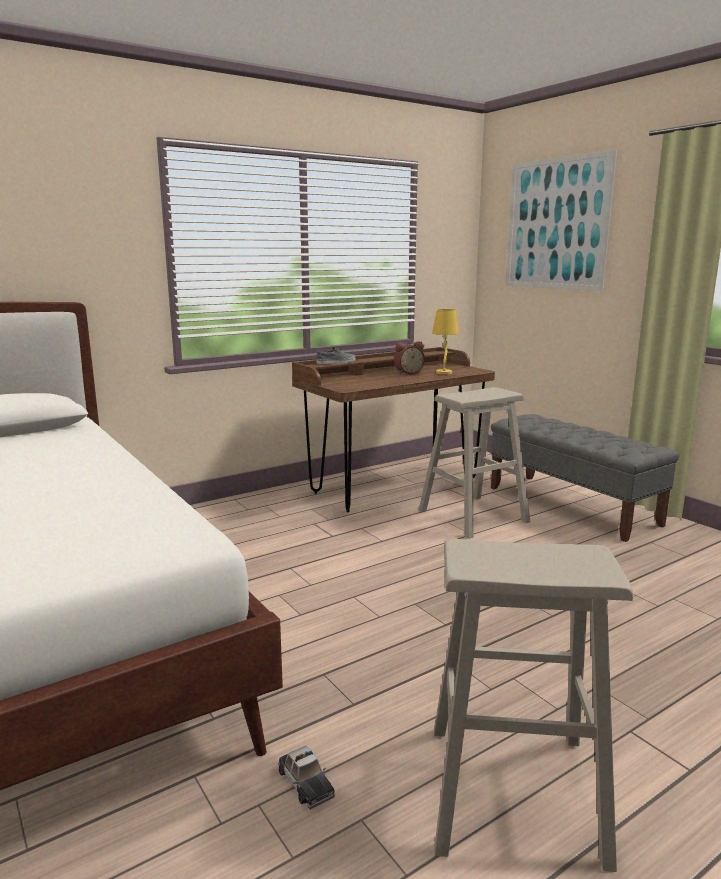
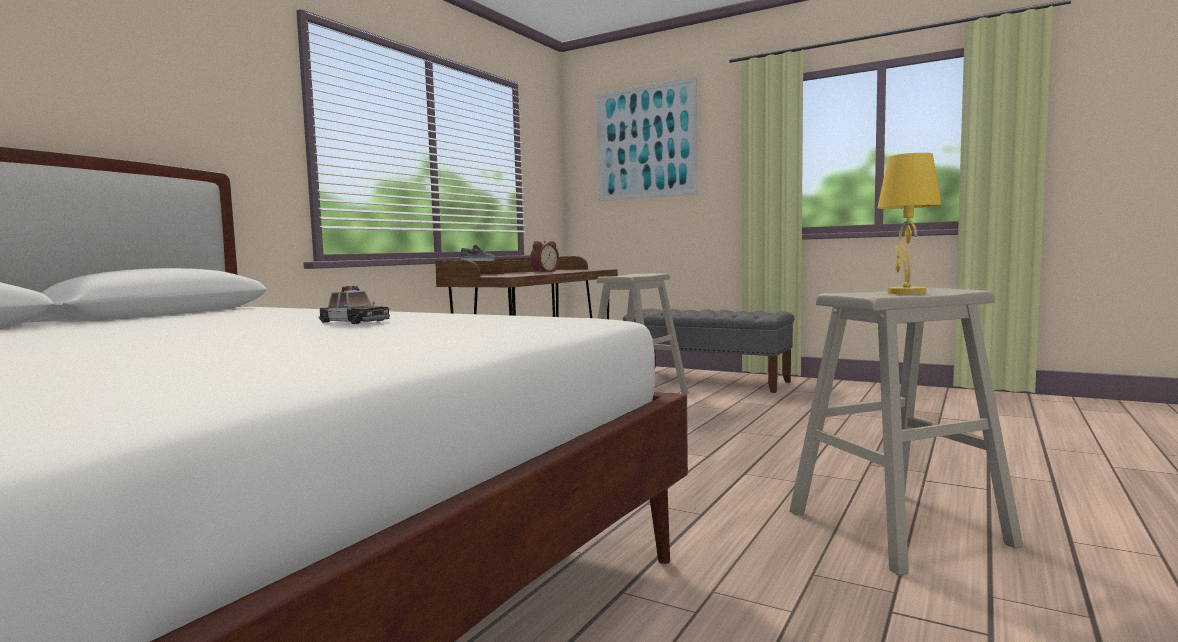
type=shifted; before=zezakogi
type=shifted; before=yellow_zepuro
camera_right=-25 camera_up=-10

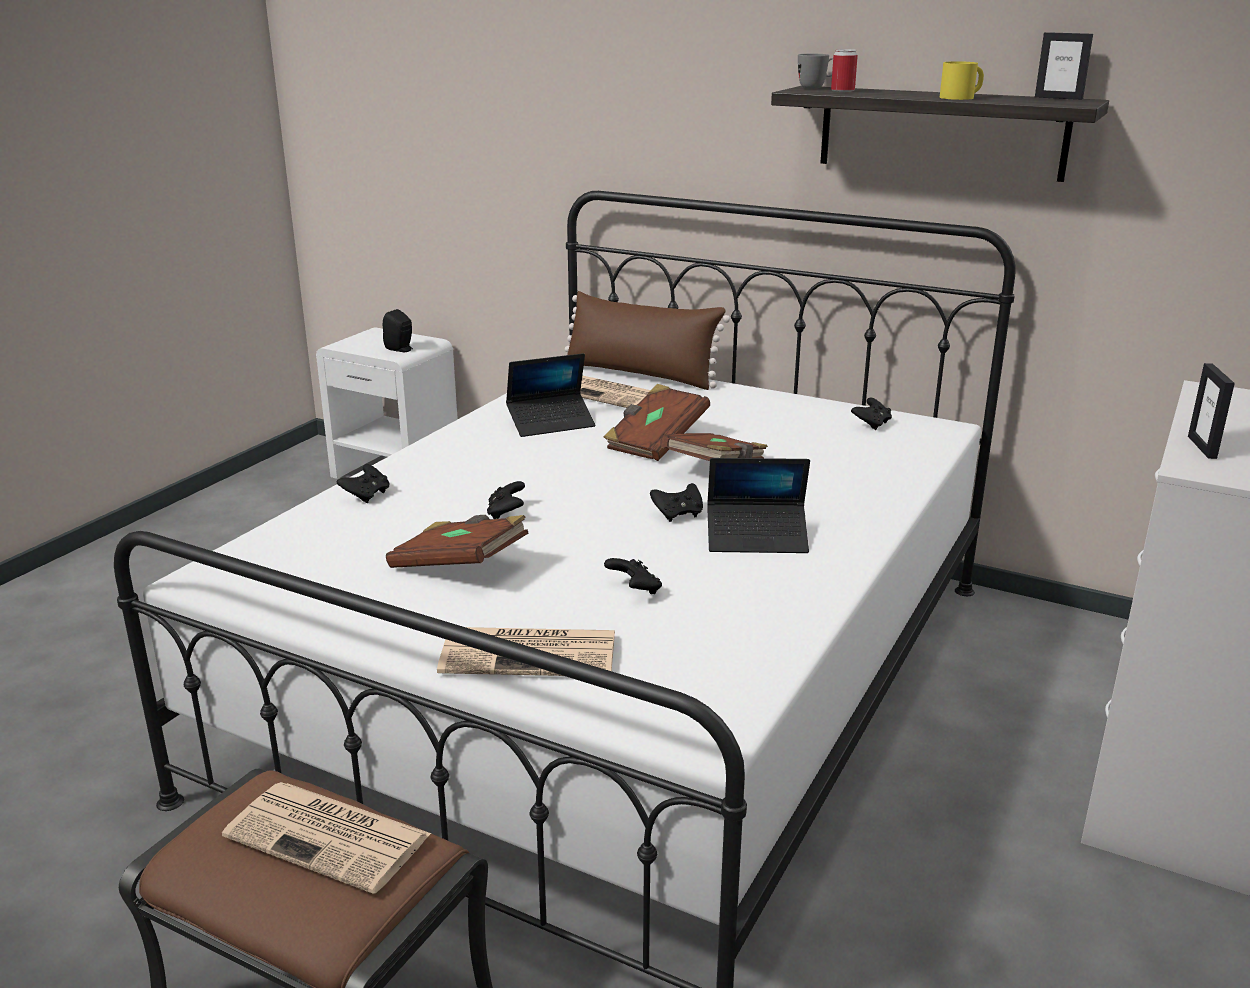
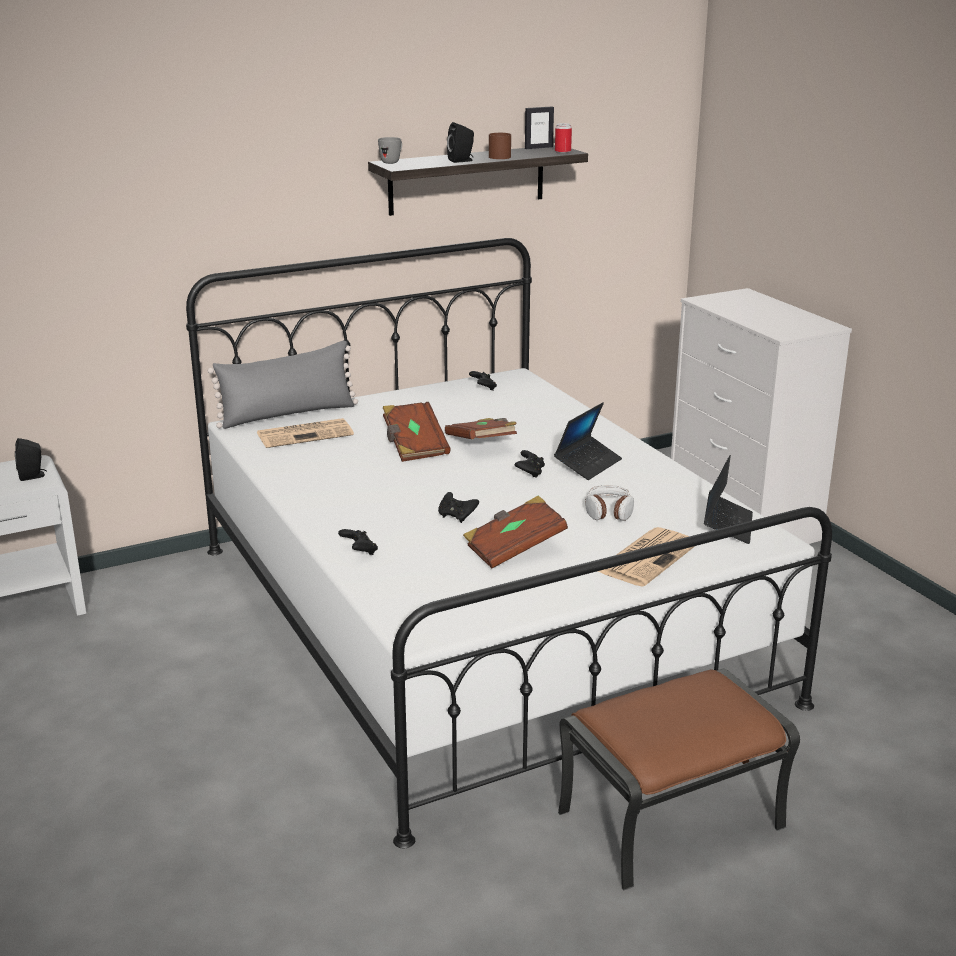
type=repainted; before=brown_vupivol; after=grey_vupivol
type=new; after=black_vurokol (no. 2 from left)
type=repainted; before=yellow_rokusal; after=brown_rokusal
type=shifted; before=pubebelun
type=swapped; before=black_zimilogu (no. 3 from left); after=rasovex
type=shifted; before=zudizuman (no. 1 from left in the first image); after=zudizuman (no. 2 from left)
type=gone; before=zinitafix (no. 1 from left)
type=gone; before=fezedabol (no. 2 from left)
camera_right=-55 camera_up=0

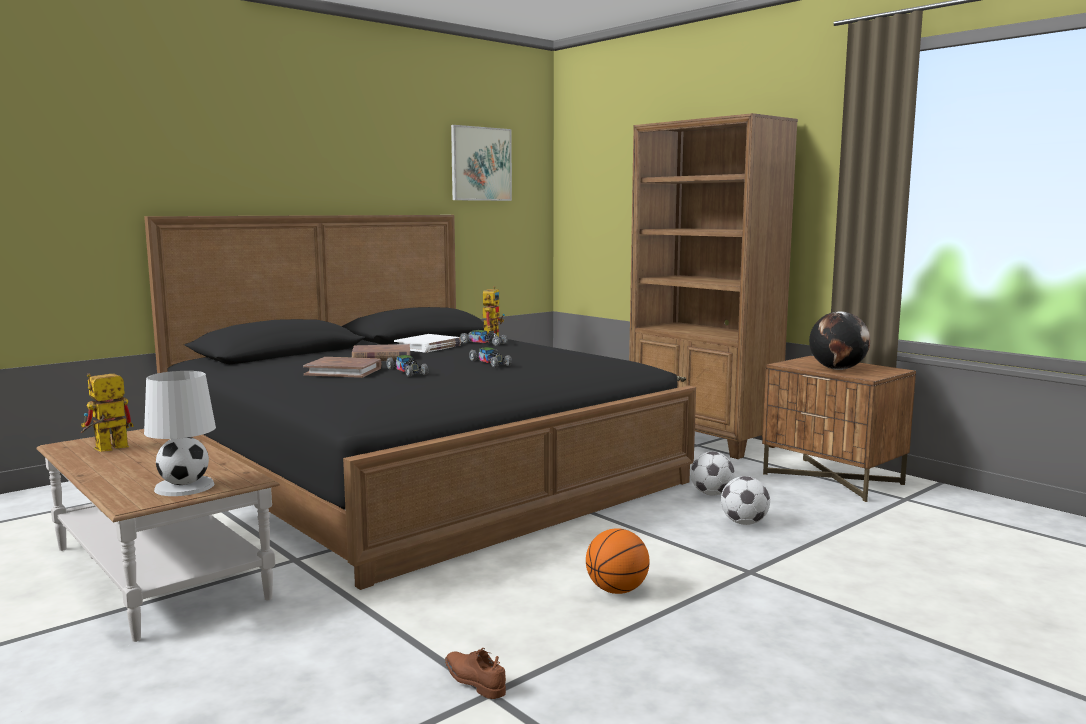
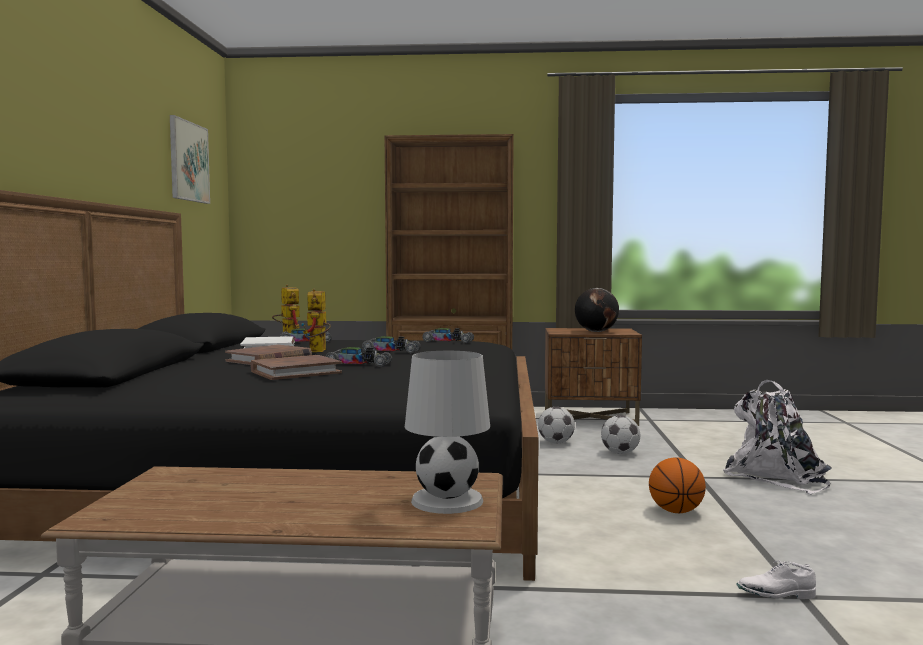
type=shifted; before=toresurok (no. 1 from left in the first image); after=toresurok (no. 2 from left)
type=new; after=zezakogi (no. 4 from left)
type=new; after=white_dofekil
type=repainted; before=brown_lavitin; after=white_lavitin
camera_right=-45 camera_up=-5

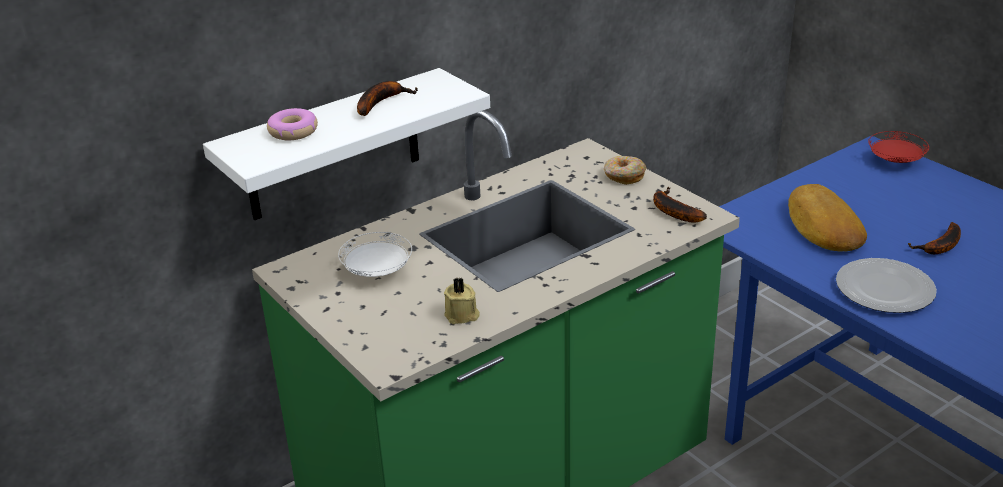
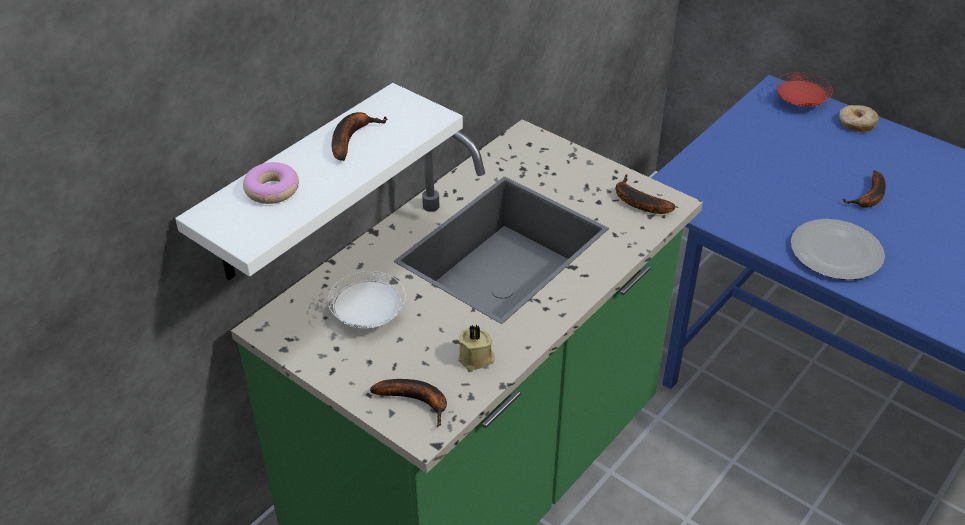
type=new; after=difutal (no. 2 from left)
type=shifted; before=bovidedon (no. 2 from left)
type=gone; before=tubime
camera_right=-15 camera_up=10

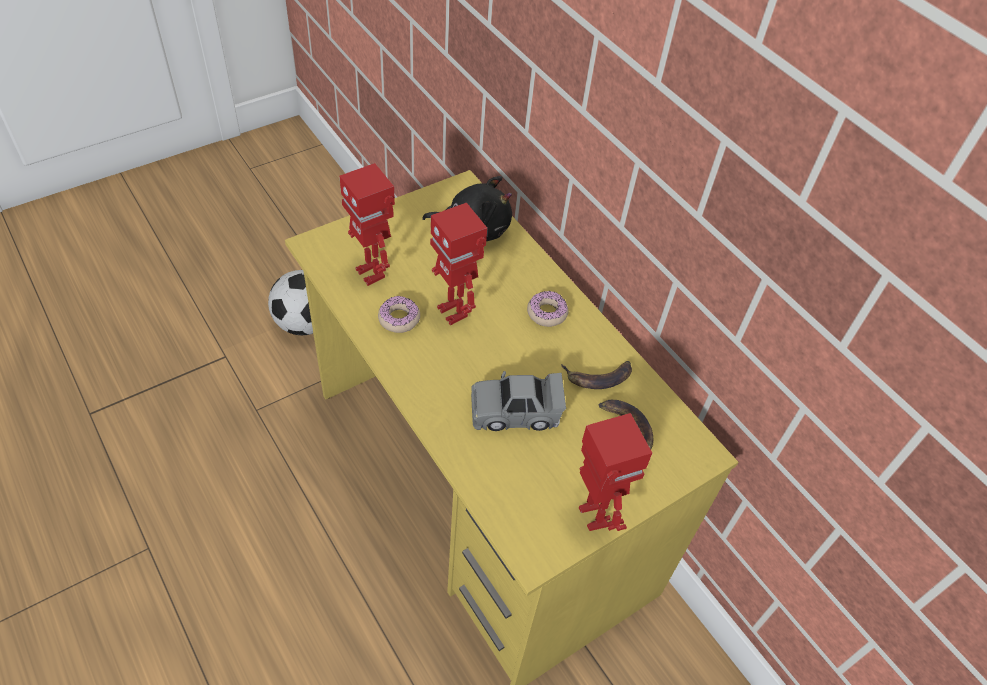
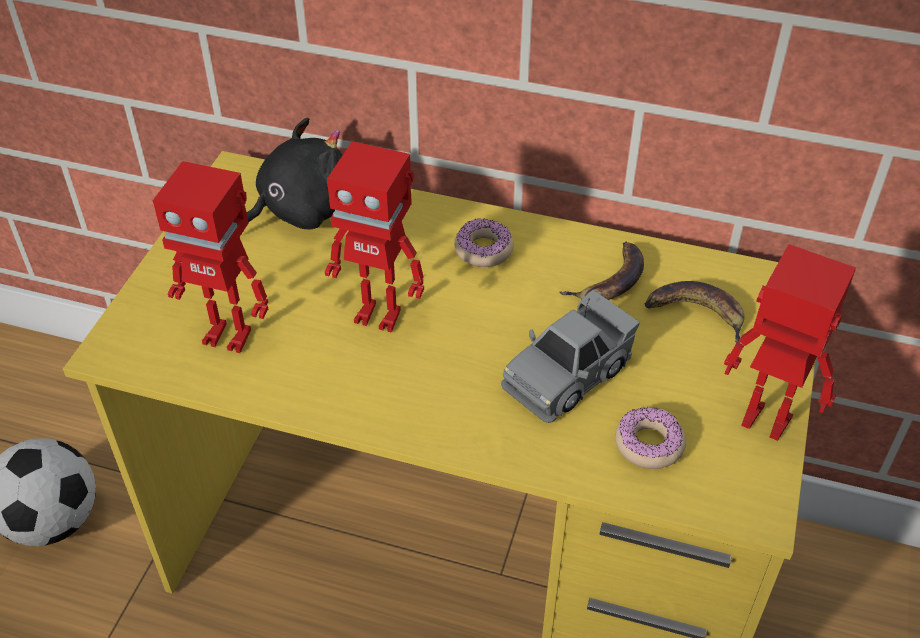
type=shifted; before=bovidedon (no. 1 from left in the first image); after=bovidedon (no. 2 from left)
camera_right=-35 camera_up=-5

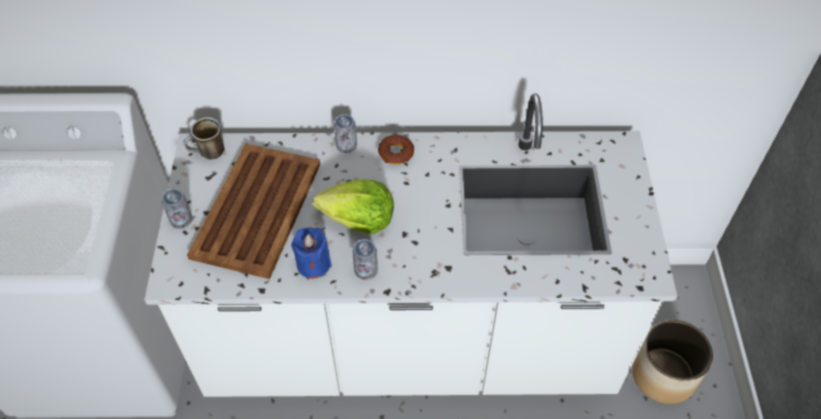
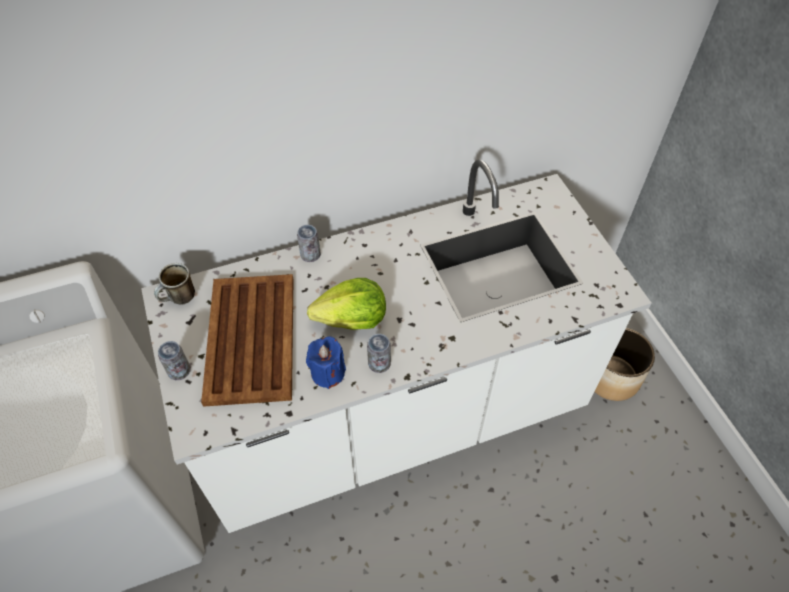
type=gone; before=bovidedon
camera_right=-20 camera_up=0

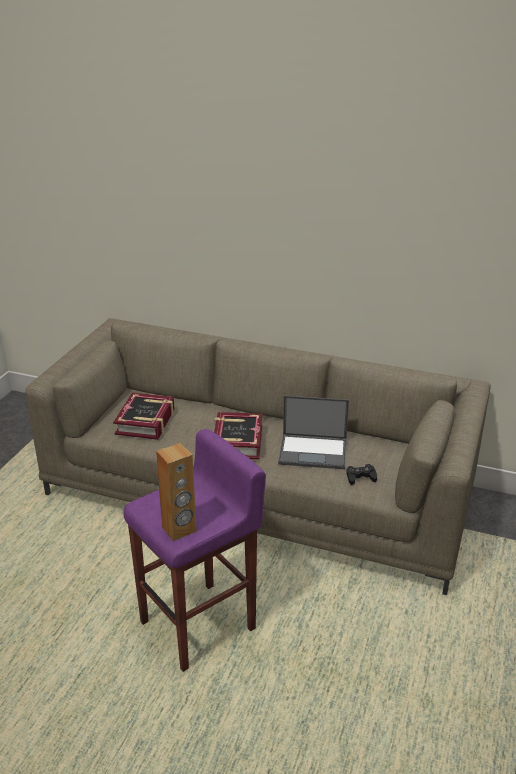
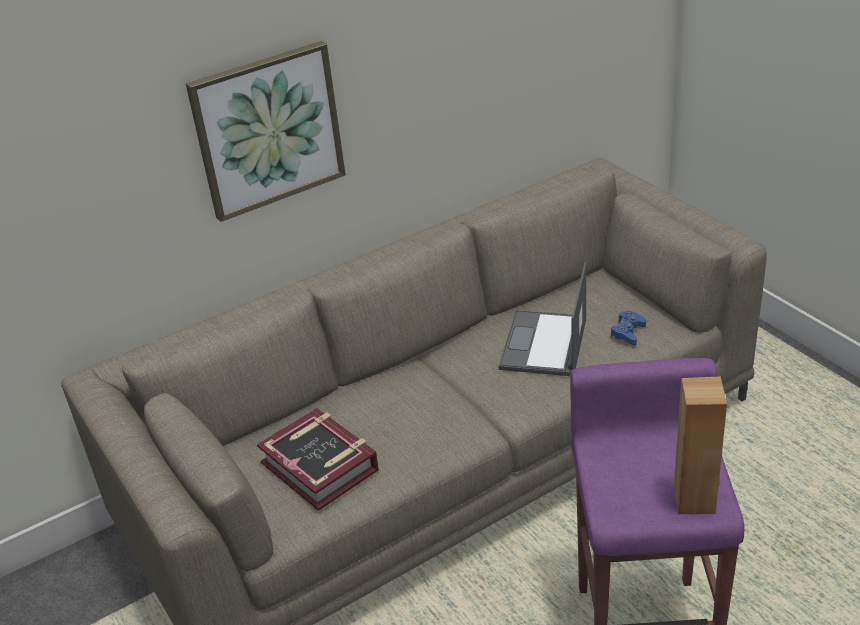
type=new; after=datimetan
type=rotated; before=zudizuman; turn=150
type=repainted; before=black_zimilogu; after=blue_zimilogu
type=gone; before=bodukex (no. 2 from left)
camera_right=-50 camera_up=5

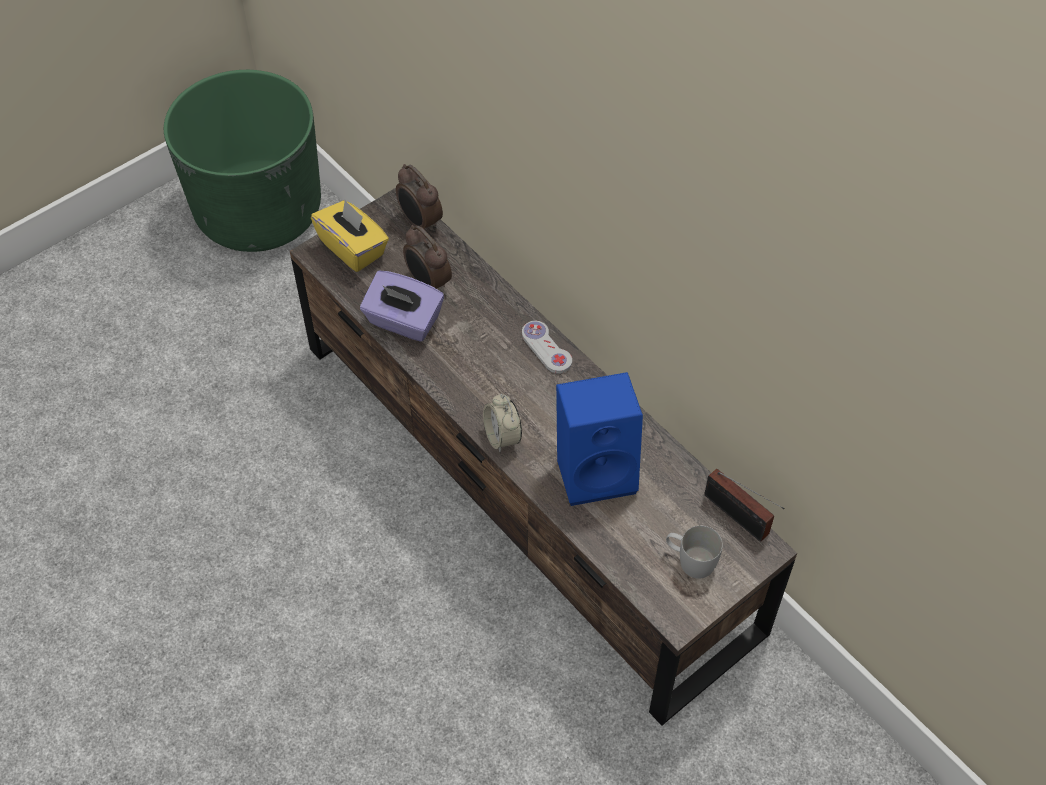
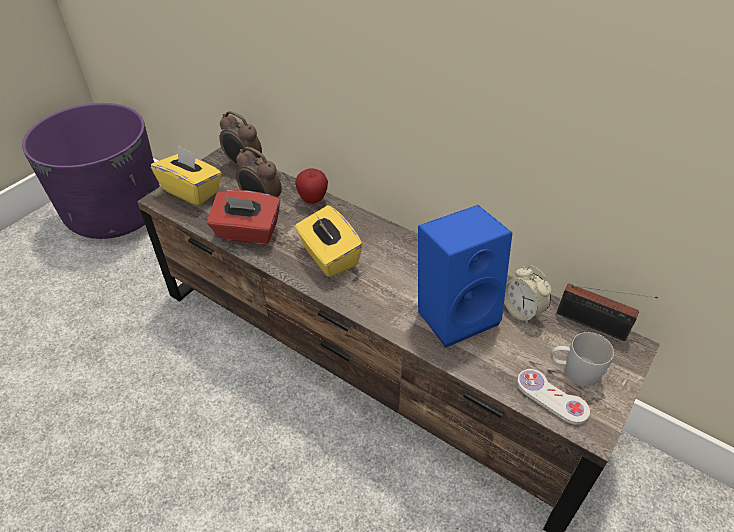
type=repainted; before=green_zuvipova; after=purple_zuvipova
type=repainted; before=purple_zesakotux; after=red_zesakotux
type=new; after=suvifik
type=new; after=yellow_zesakotux (no. 2 from left)
type=shifted; before=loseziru (no. 3 from left)
type=shifted; before=white_zimilogu
camera_right=-15 camera_up=-10

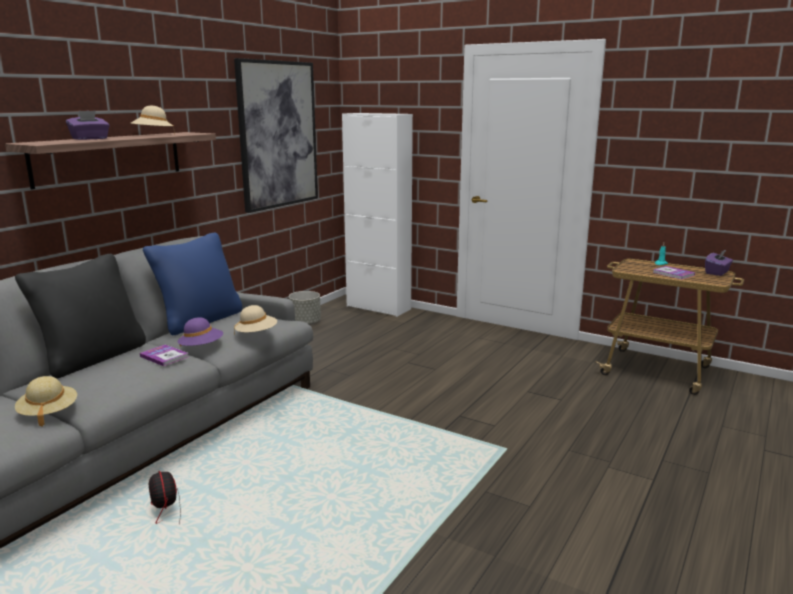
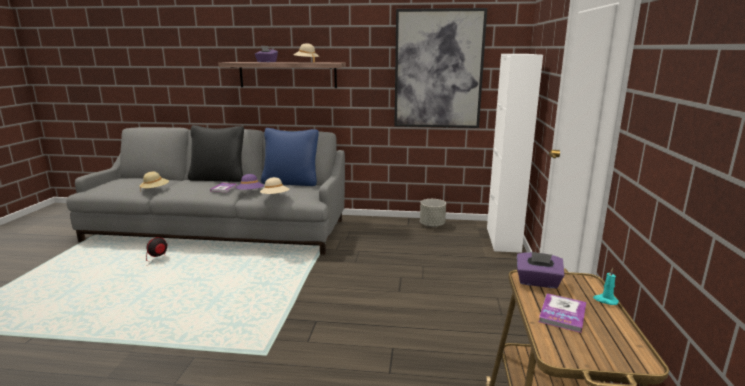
type=shifted; before=purple_zesakotux (no. 2 from left)
camera_right=65 camera_up=0

